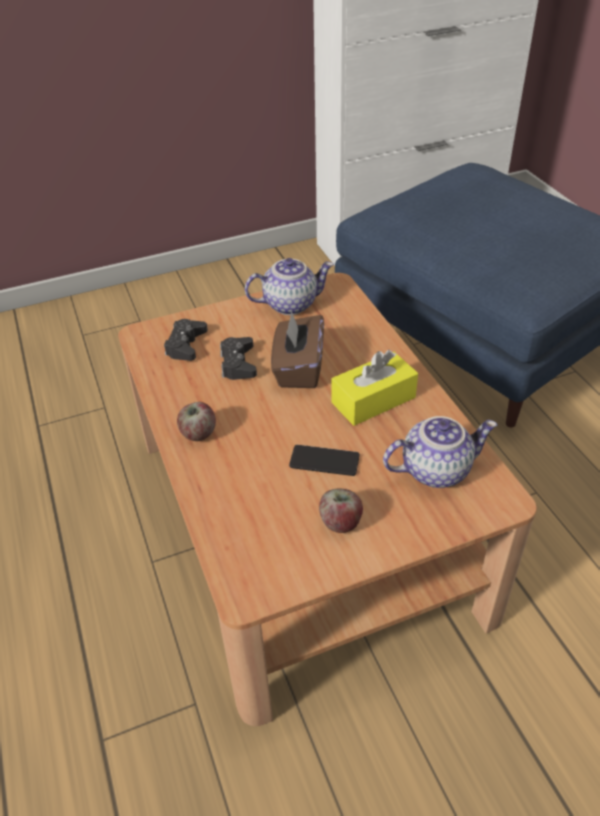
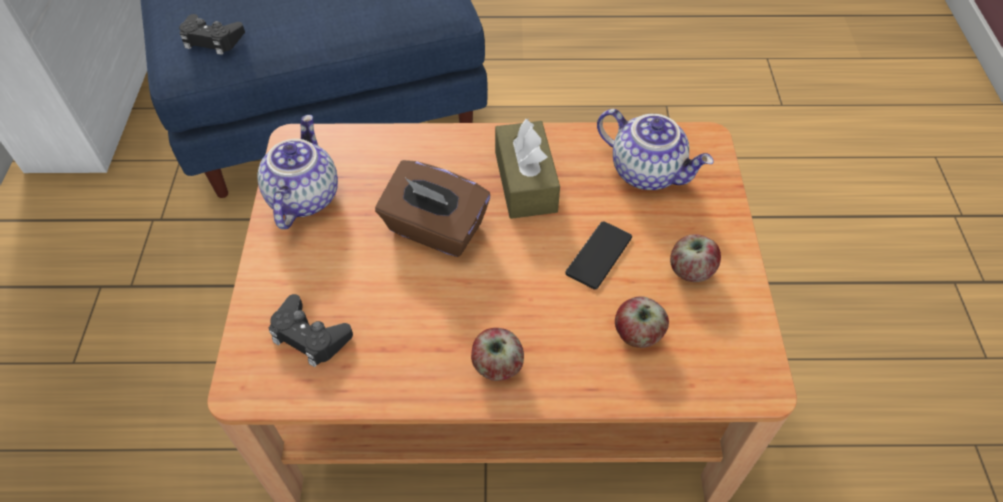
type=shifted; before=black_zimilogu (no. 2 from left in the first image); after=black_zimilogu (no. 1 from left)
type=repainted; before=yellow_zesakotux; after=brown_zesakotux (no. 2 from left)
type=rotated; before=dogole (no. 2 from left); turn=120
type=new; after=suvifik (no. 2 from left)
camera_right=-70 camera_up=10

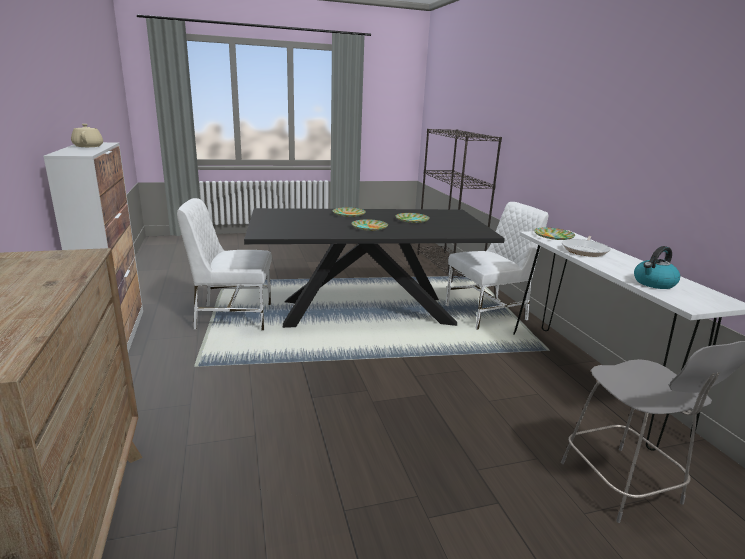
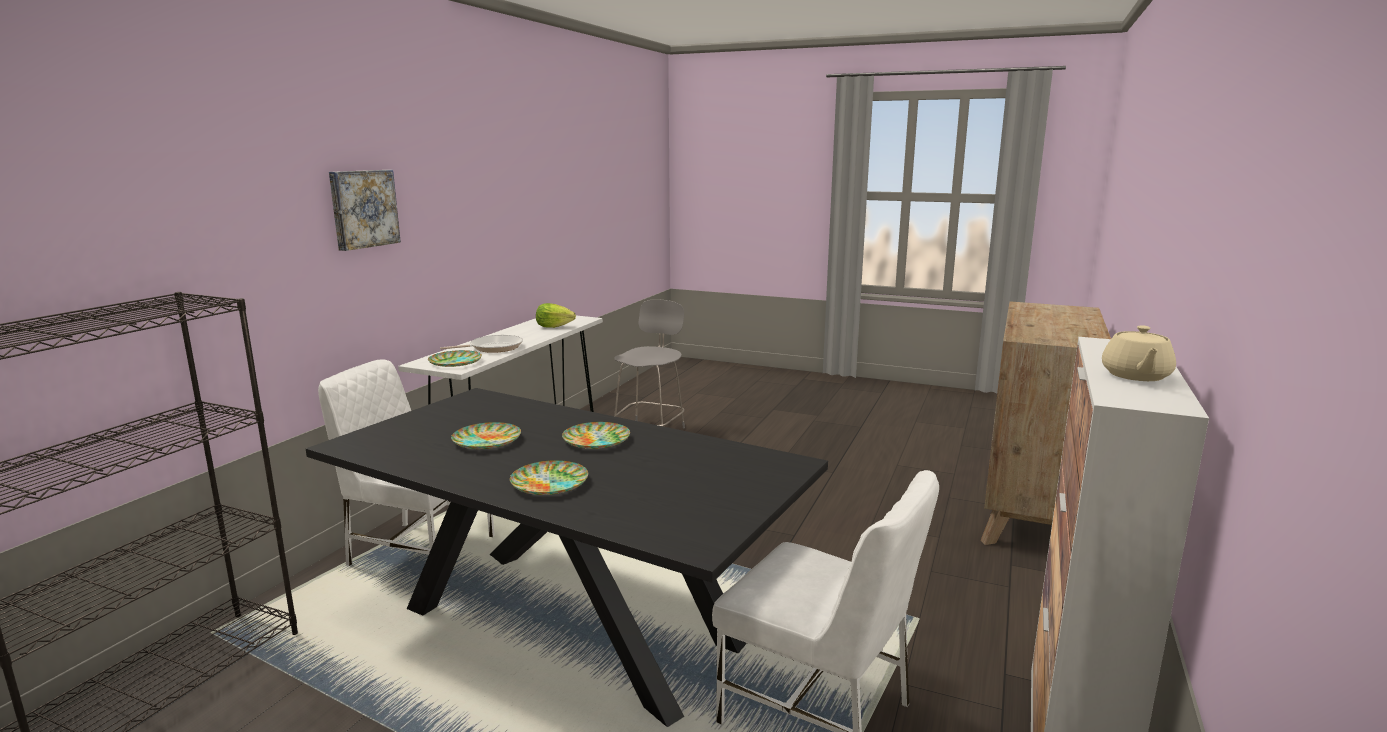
type=new; after=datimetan
type=swapped; before=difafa; after=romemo
camera_right=-140 camera_up=-5

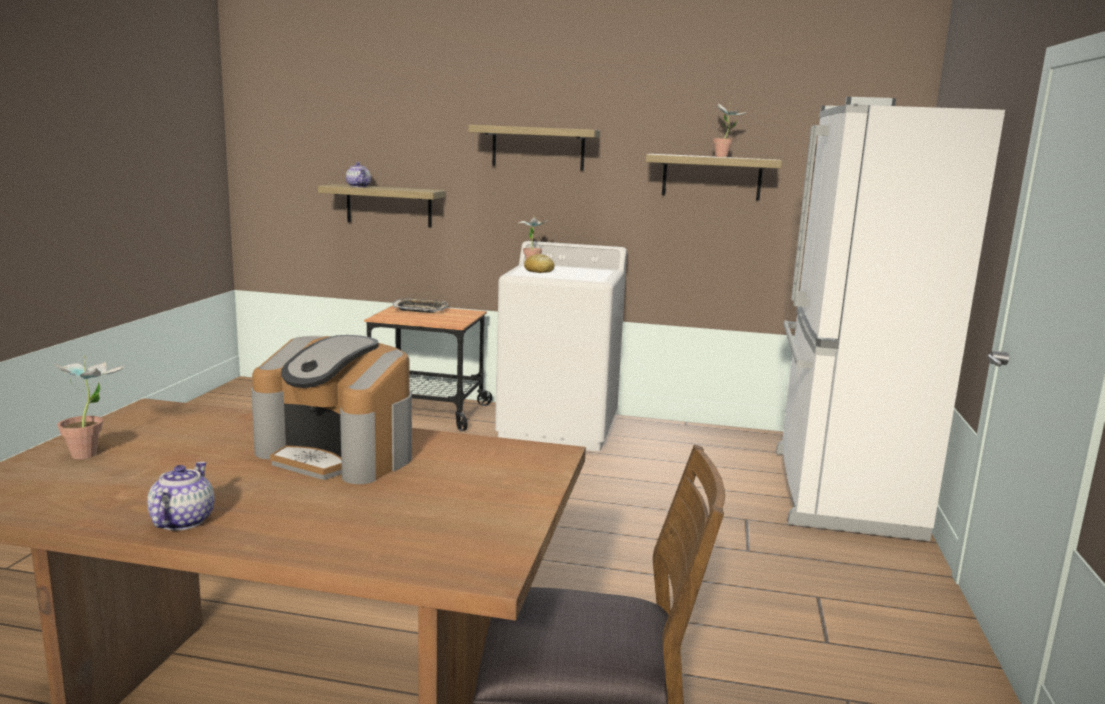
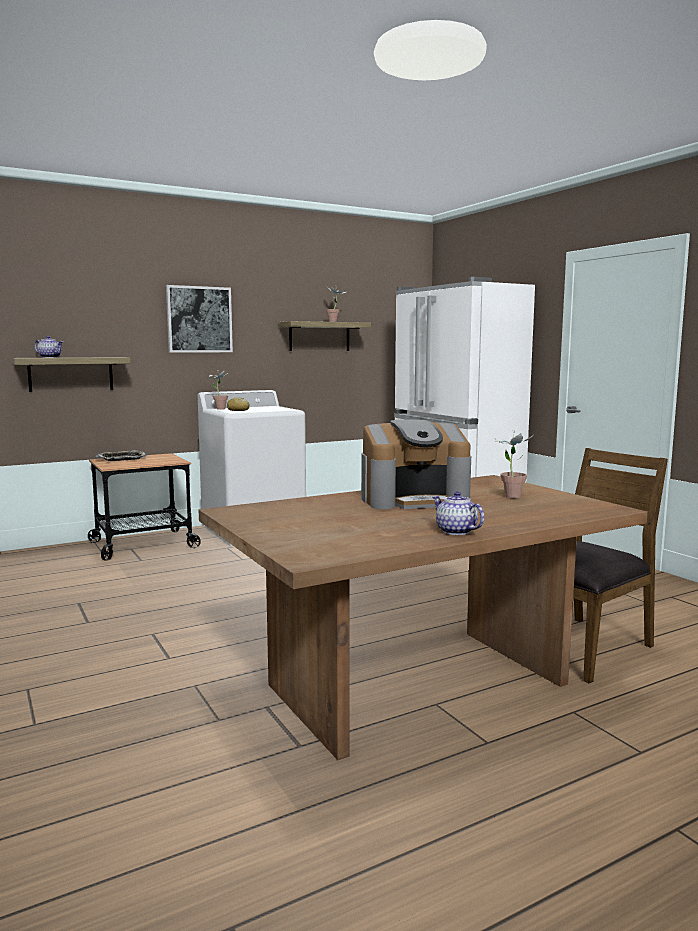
type=swapped; before=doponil (no. 2 from left); after=datimetan
type=shifted; before=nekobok (no. 1 from left in the first image); after=nekobok (no. 3 from left)
camera_right=-40 camera_up=-5

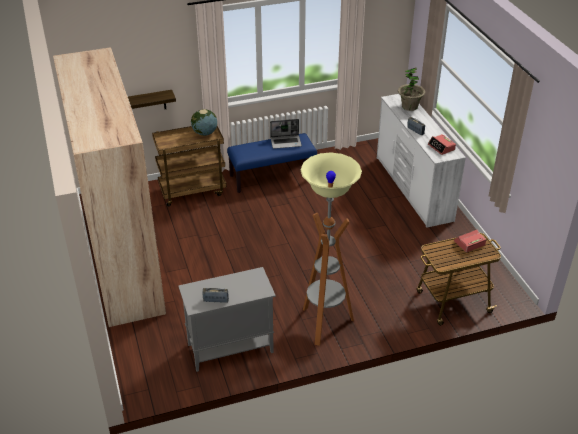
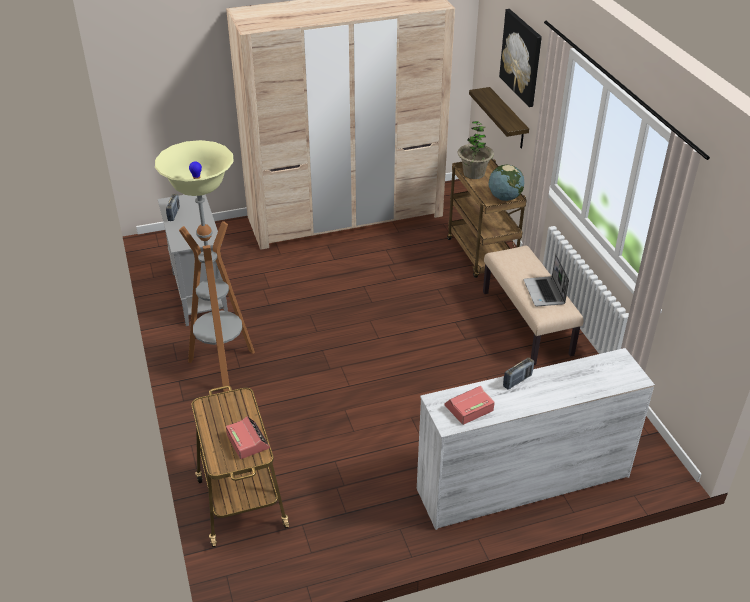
type=shifted; before=nekobok
type=repainted; before=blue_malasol; after=beige_malasol
type=new; after=datimetan
camera_right=90 camera_up=0

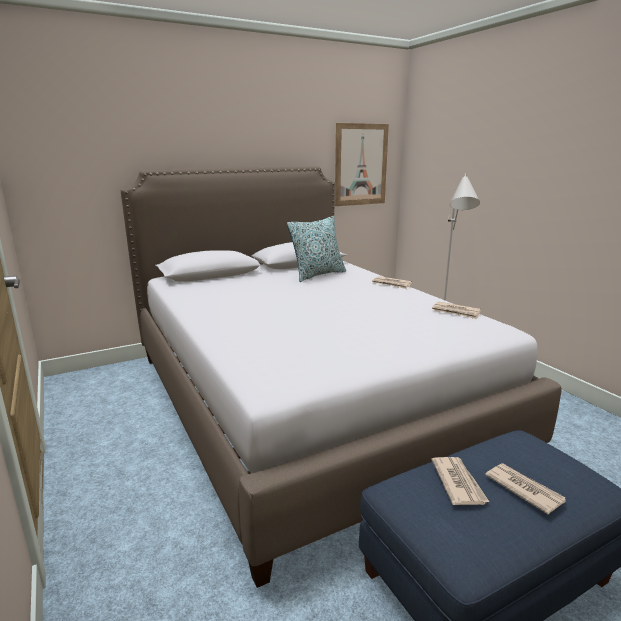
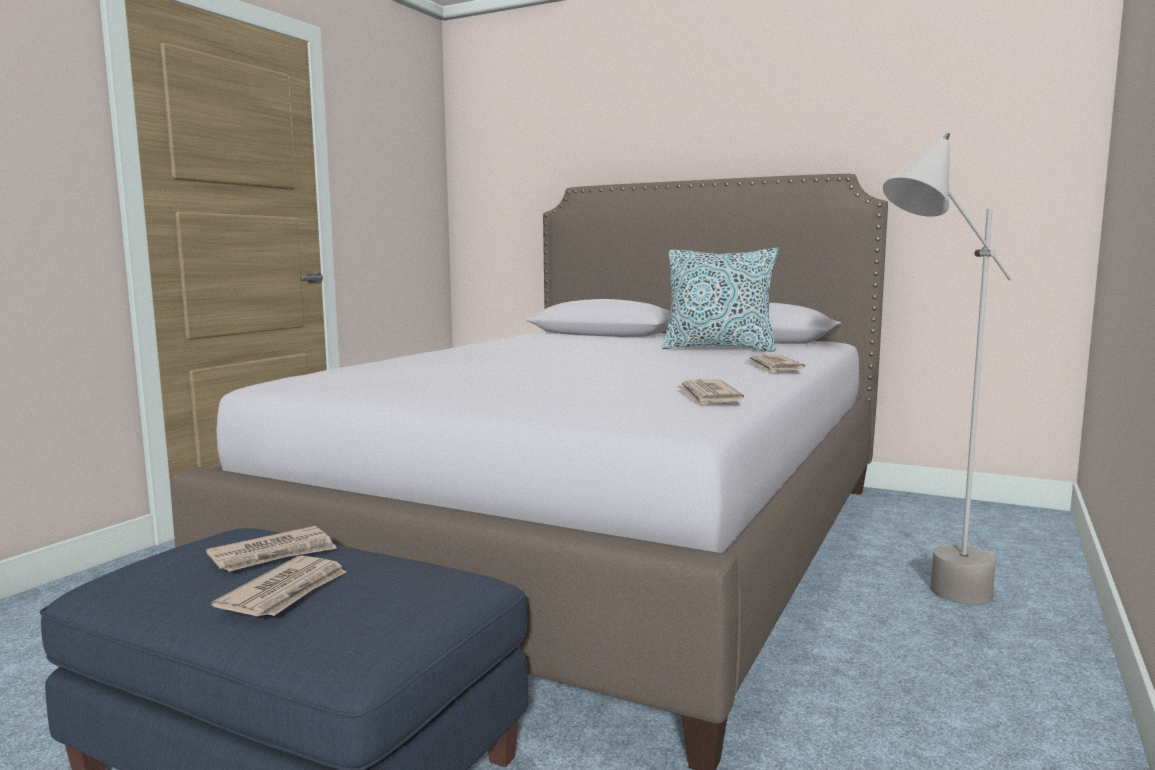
type=gone; before=datimetan
camera_right=55 camera_up=-10

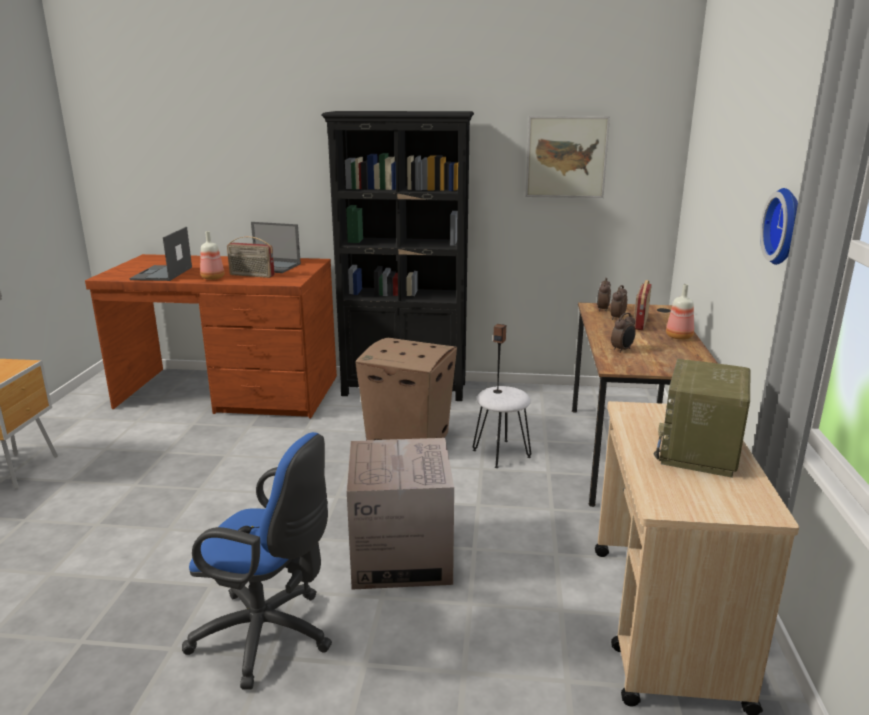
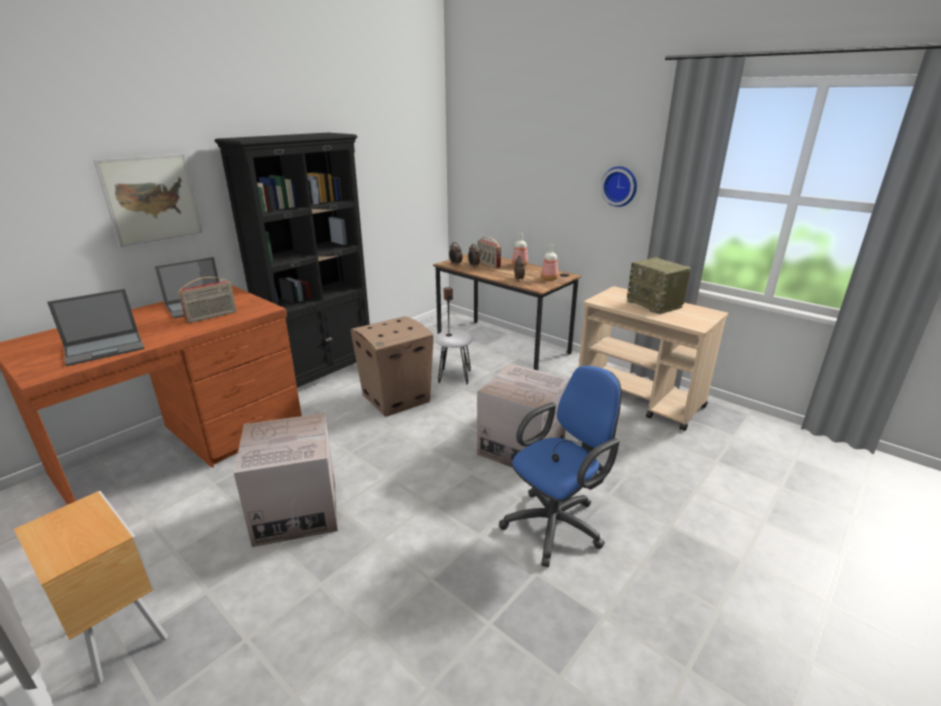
type=rotated; before=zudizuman (no. 1 from left); turn=-75
type=shifted; before=datimetan
type=new; after=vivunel (no. 1 from left)
type=shifted; before=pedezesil (no. 1 from left in the first image); after=pedezesil (no. 2 from left)
camera_right=-55 camera_up=5

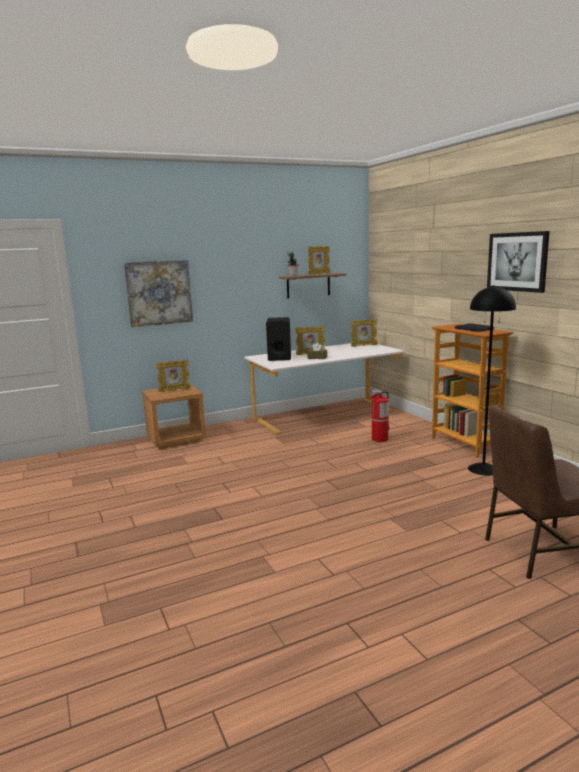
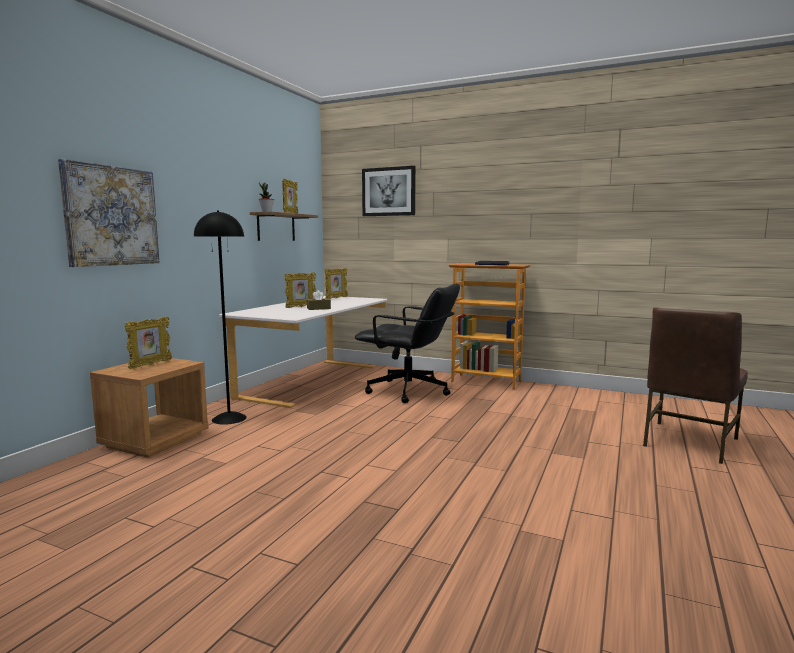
type=shifted; before=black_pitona
type=swapped; before=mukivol; after=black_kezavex
type=shifted; before=datimetan (no. 2 from left)
type=gone; before=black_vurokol
camera_right=-40 camera_up=-5

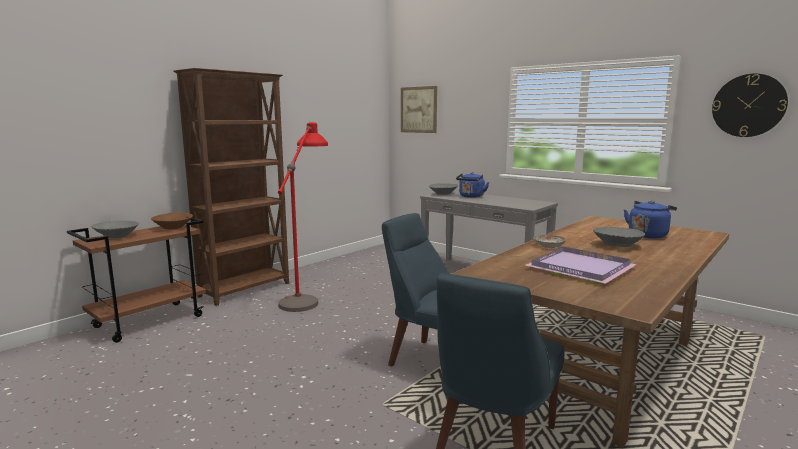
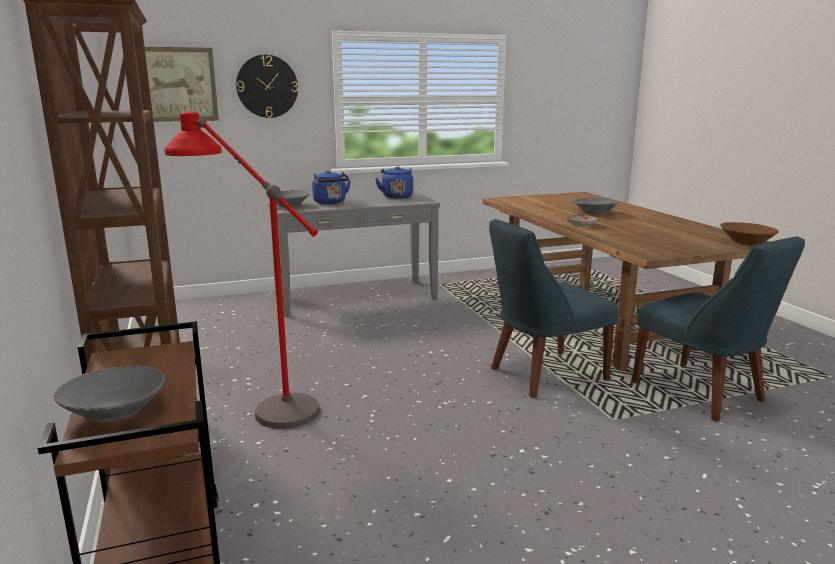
type=shifted; before=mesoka
type=shifted; before=blue_difafa (no. 2 from left)
type=shifted; before=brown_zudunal
type=gone; before=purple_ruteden
camera_right=-60 camera_up=5

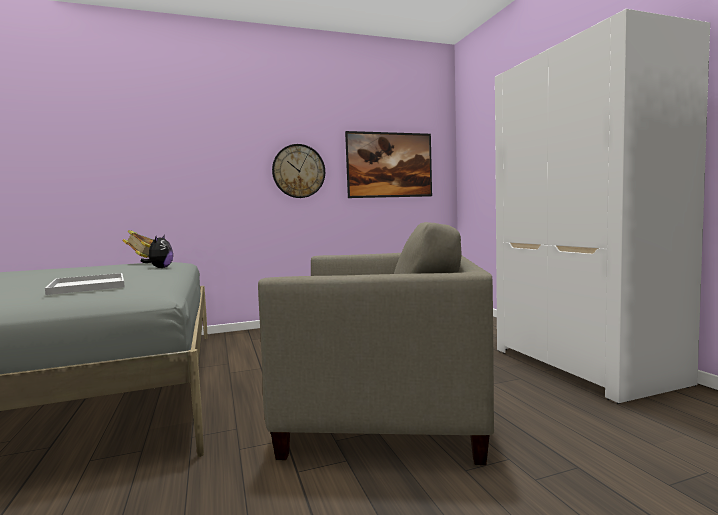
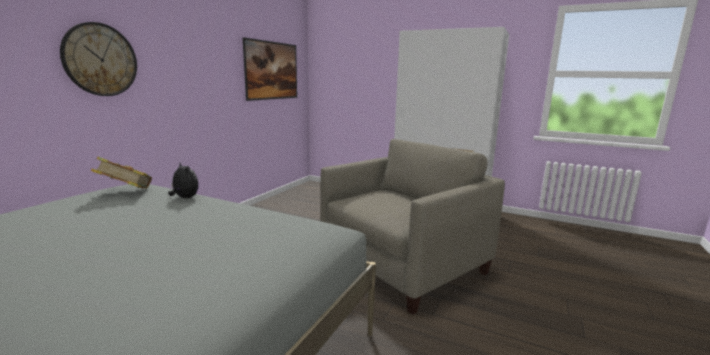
type=shifted; before=mesoka
type=gone; before=white_ruteden
camera_right=-45 camera_up=10

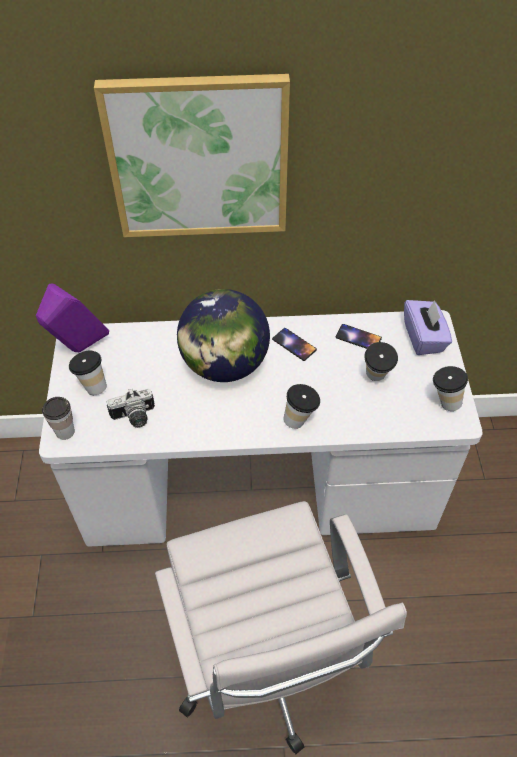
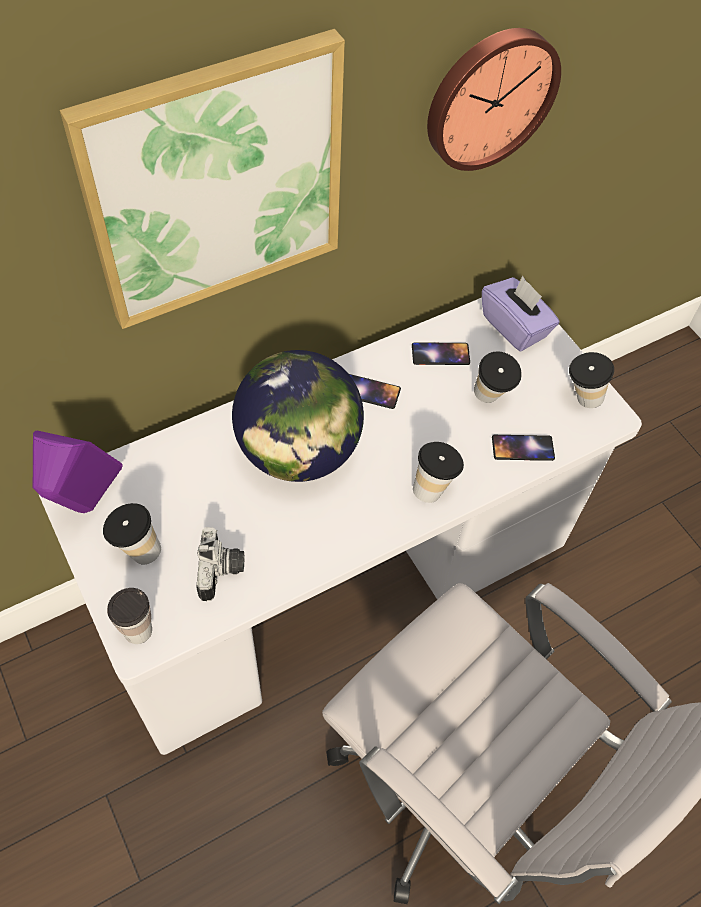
type=rotated; before=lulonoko; turn=-45
type=new; after=mesoka
type=new; after=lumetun (no. 3 from left)
camera_right=-30 camera_up=5

